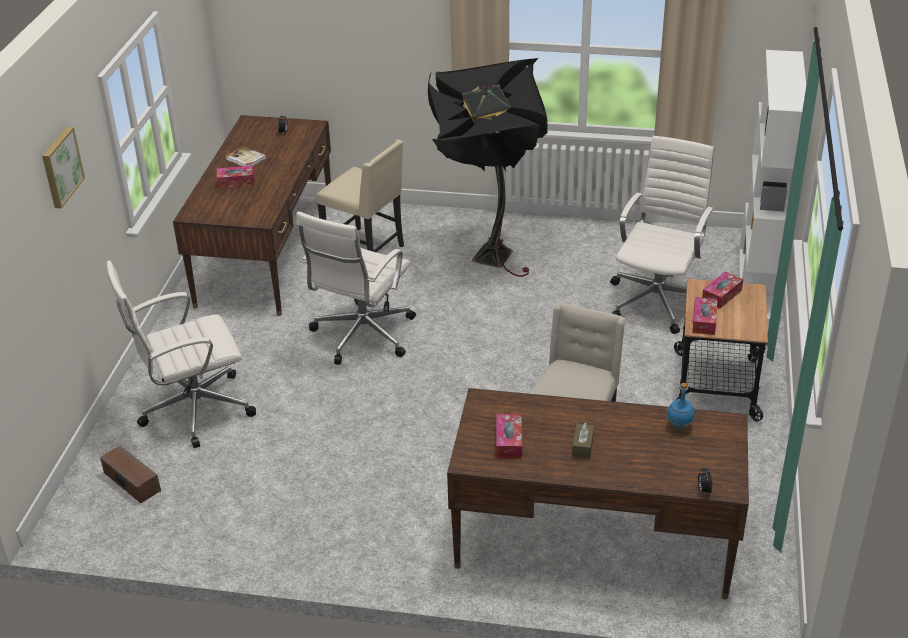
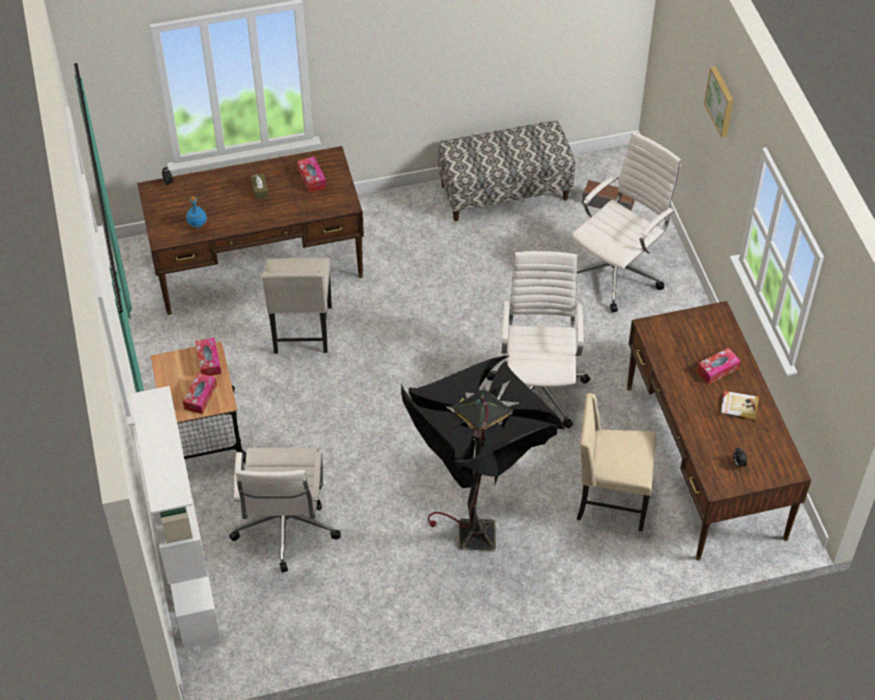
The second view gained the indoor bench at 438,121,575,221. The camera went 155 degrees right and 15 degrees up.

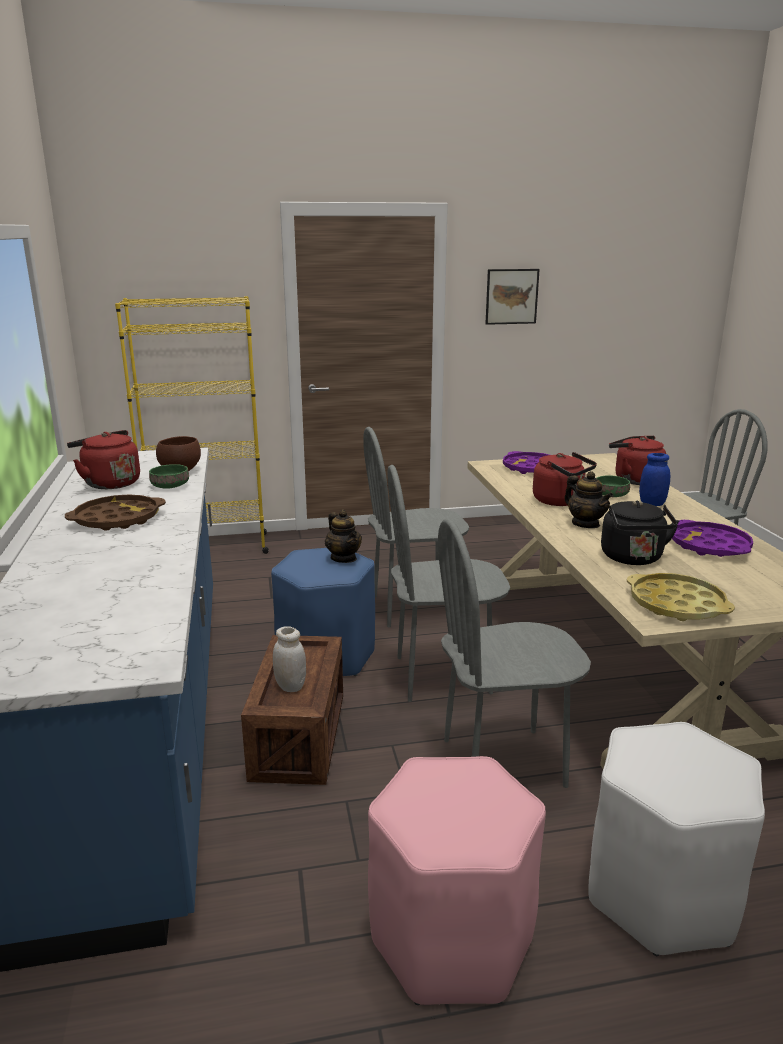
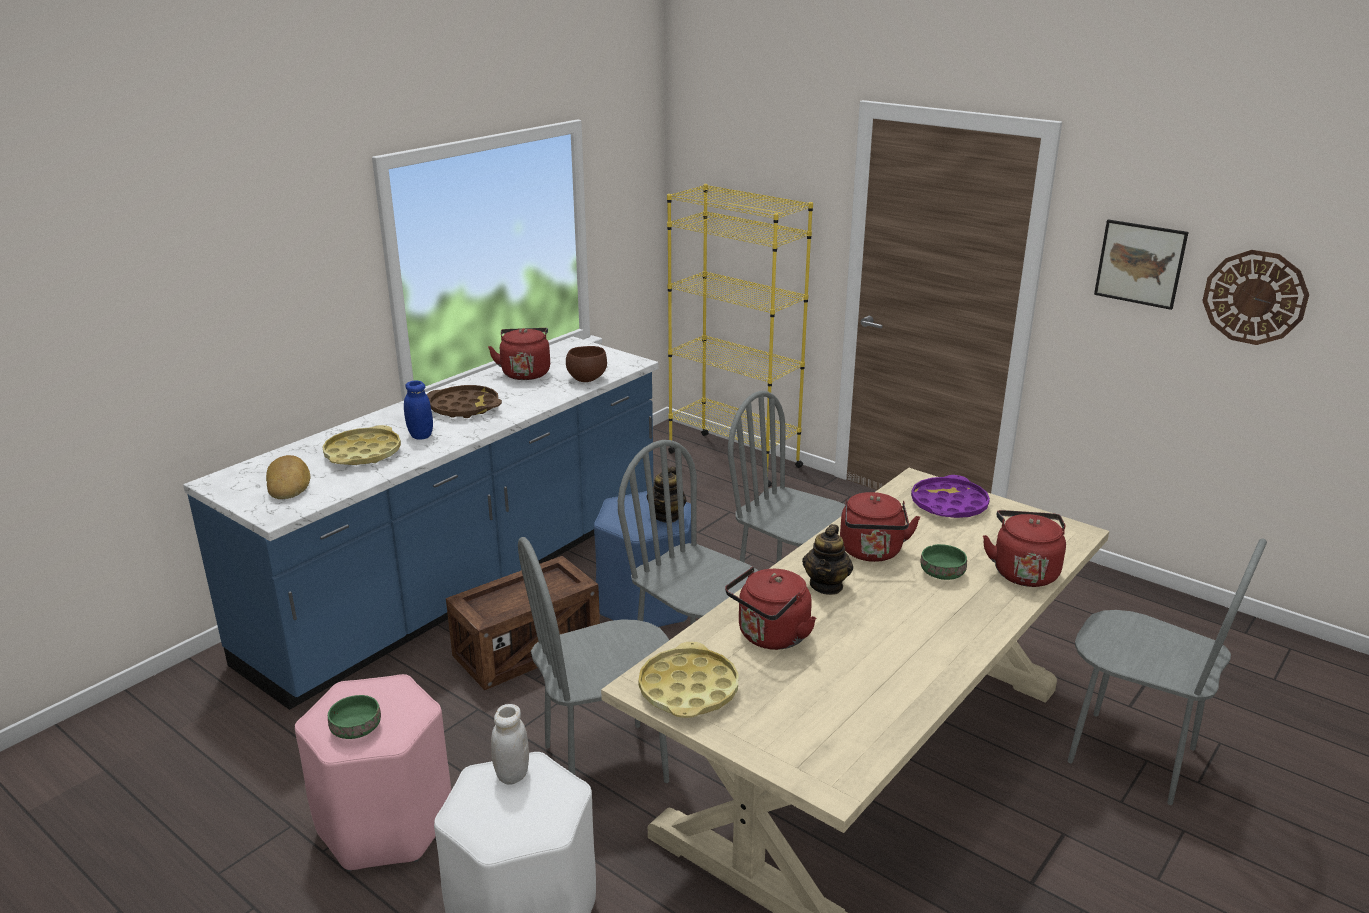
The jar (bluish) ended up elsewhere, having gone from 639,453,670,506 to 404,380,433,440. The serving bowl (greenish) ended up elsewhere, having gone from 149,464,189,488 to 328,695,381,739. What was the kettle (black) at 601,501,679,565 turned into the kettle (red-coloured) at 725,567,816,650. The chair (grey) at 438,519,591,788 ended up facing another way, 60 degrees counterclockwise from before. The second view lost the tray (purplish) at 672,520,753,557. The jar (whitish) ended up elsewhere, having gone from 273,626,306,692 to 491,704,529,784. The second view gained the clock on the wall at 1202,250,1309,345. The second view gained the tray (yellow) at 322,425,401,465. The second view gained the baked bread at 266,455,311,499. The camera went 50 degrees right and 5 degrees up.

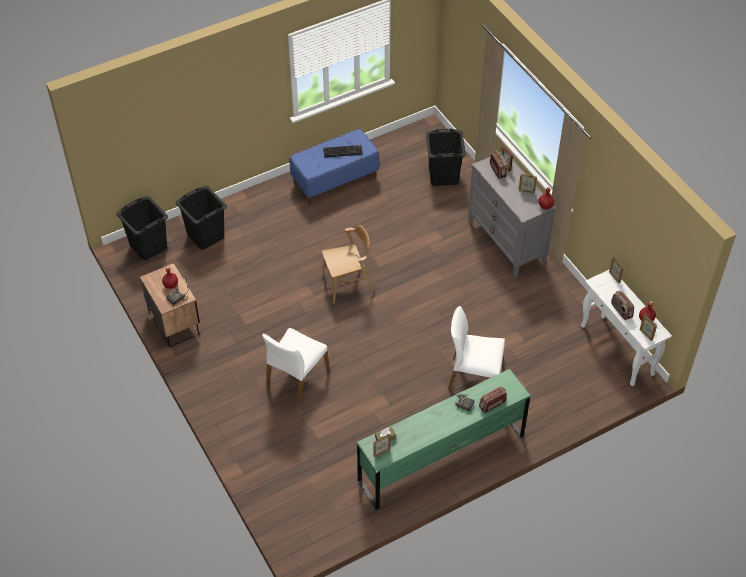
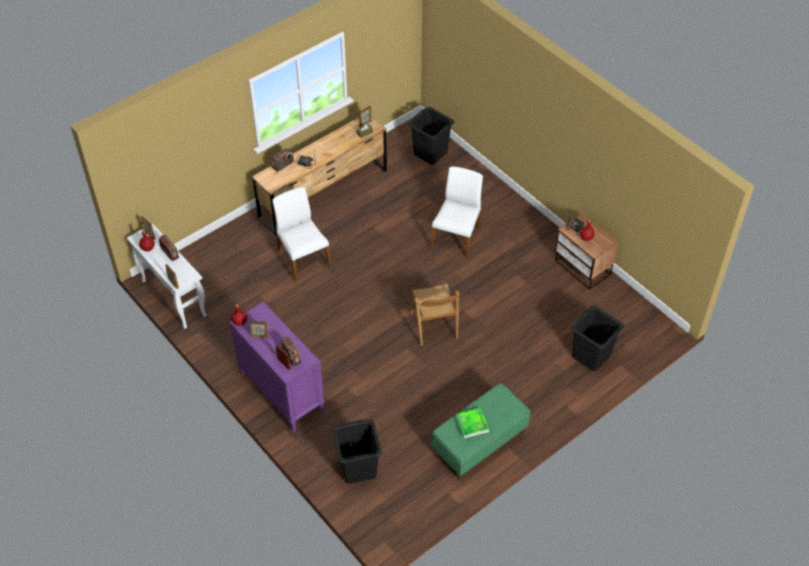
What was the indoor bench (bluish) at 289,129,379,204 turned into the indoor bench (greenish) at 431,383,530,480. Where the computer keyboard stood at 323,145,363,158, the tray came to stand at 456,408,489,438. What was the dresser (grey) at 468,157,556,278 turned into the dresser (purplish) at 229,301,325,433. The laundry basket (black) ended up elsewhere, having gone from 116,196,168,260 to 408,107,455,165. The chair (brownish) at 322,225,374,303 ended up facing another way, 75 degrees counterclockwise from before. The chair (whitish) at 448,306,505,390 ended up facing another way, 120 degrees counterclockwise from before. What was the dresser (greenish) at 357,369,531,510 turned into the dresser (brownish) at 252,116,387,235. The camera went 170 degrees right and 0 degrees up.

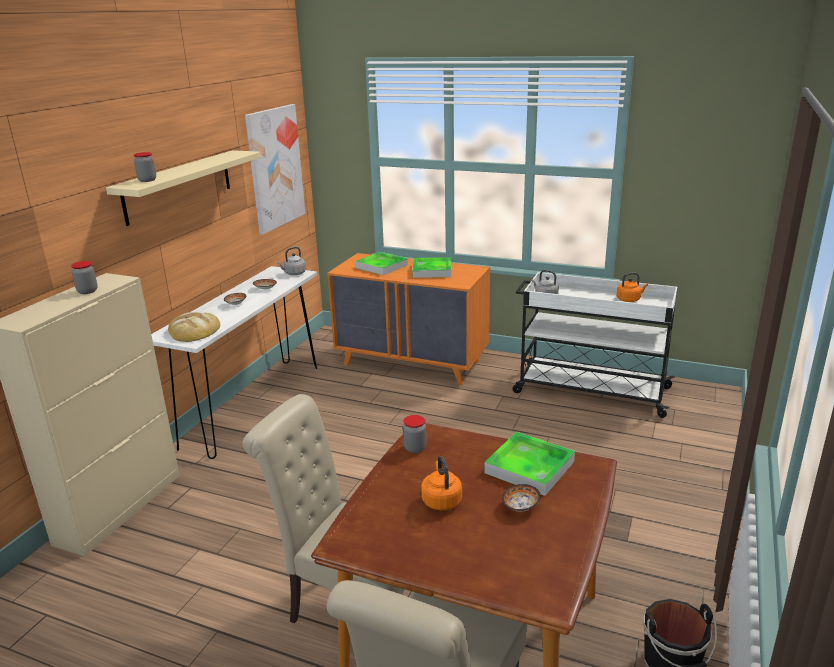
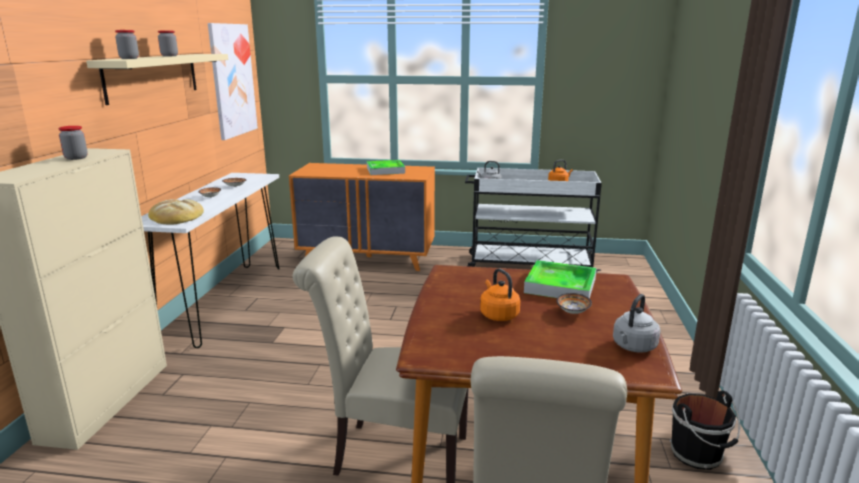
The kettle (grey) ended up elsewhere, having gone from 277,247,306,275 to 613,294,660,353. The second view lost the tray at 355,252,408,275. The jar ended up elsewhere, having gone from 403,415,427,453 to 158,30,178,56. The camera went 15 degrees left and 5 degrees down.

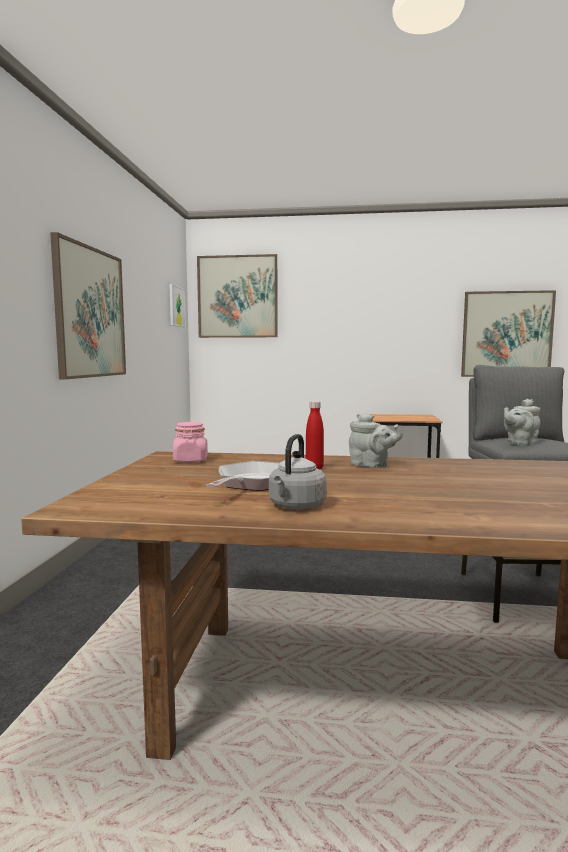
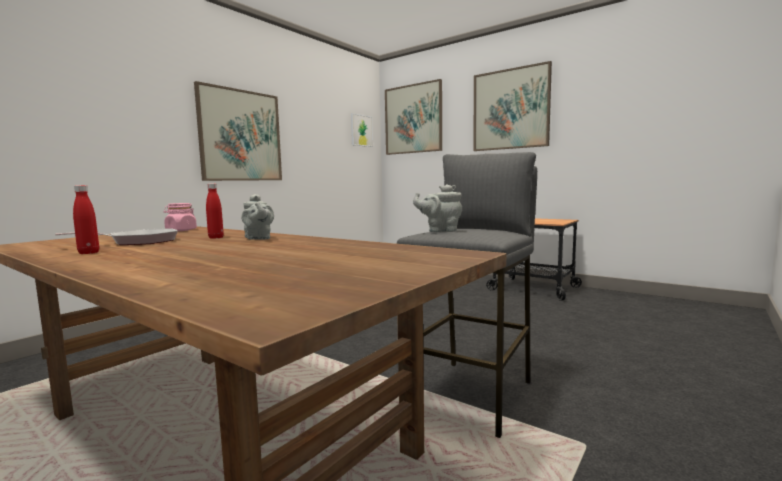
The wall picture ended up elsewhere, having gone from 461,290,556,377 to 473,61,552,151. Where the kettle (grey) stood at 269,434,327,509, the bottle (red-coloured) came to stand at 73,185,99,254. The camera went 30 degrees right and 0 degrees up.

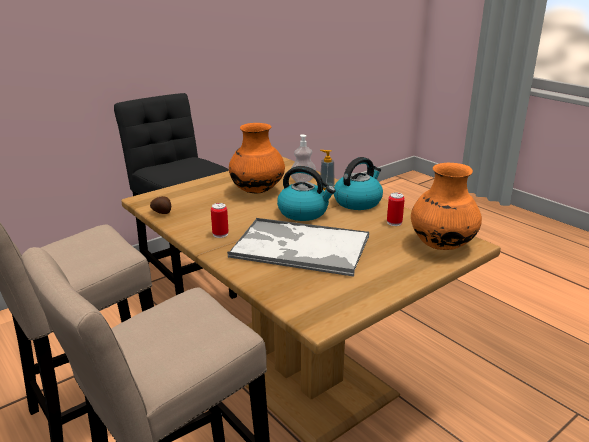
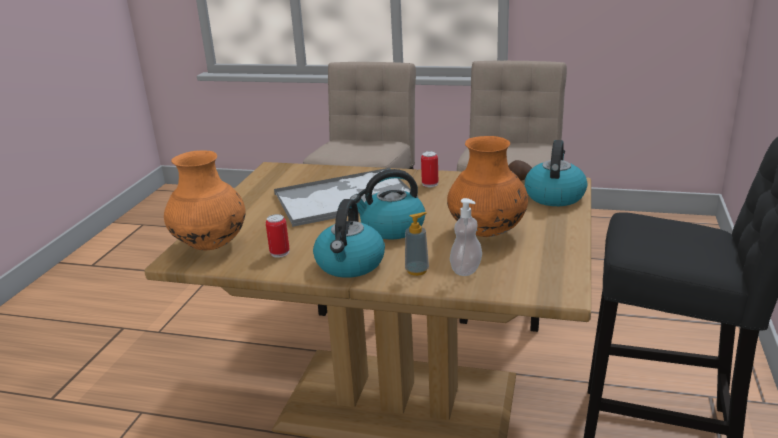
The second view gained the kettle at 525,140,587,206. The camera went 145 degrees right and 0 degrees up.

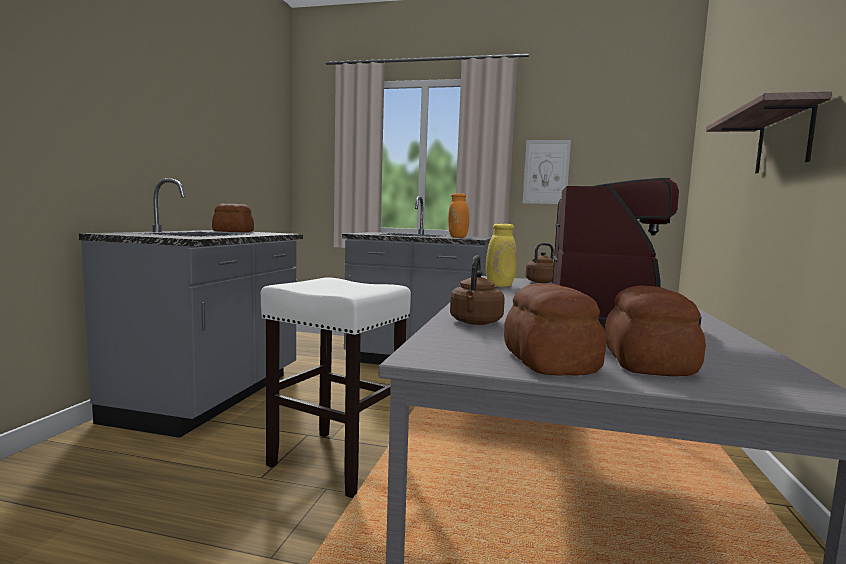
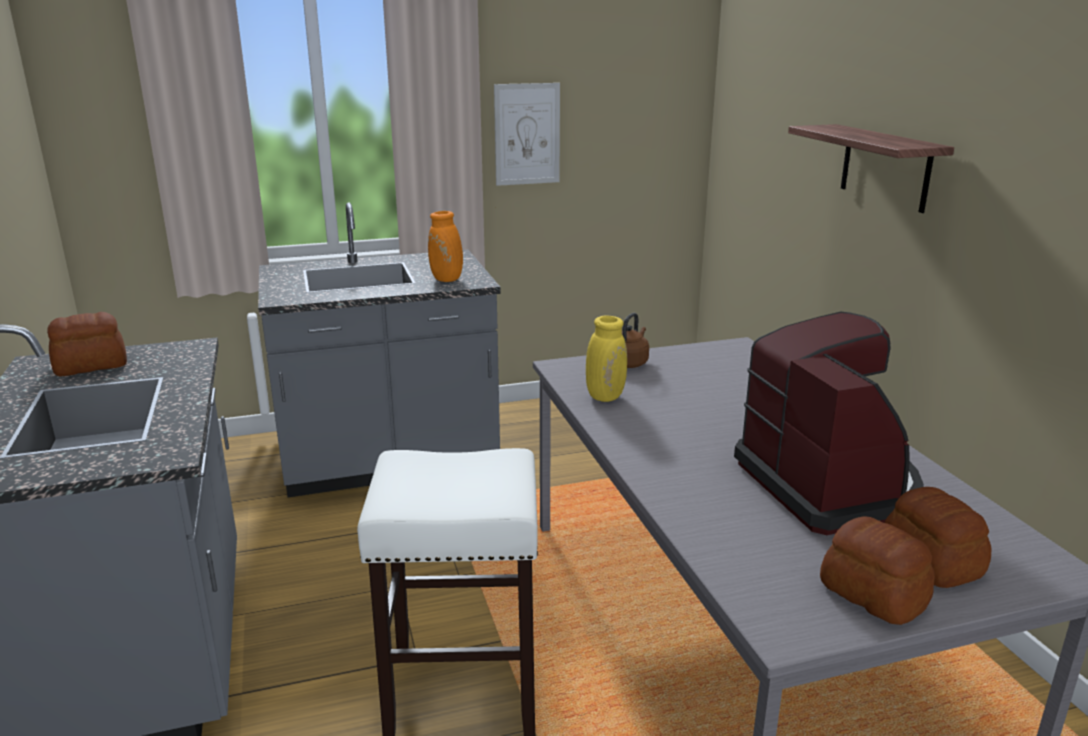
The second view lost the kettle (brownish) at 450,255,505,325. The camera went 30 degrees left and 15 degrees up.

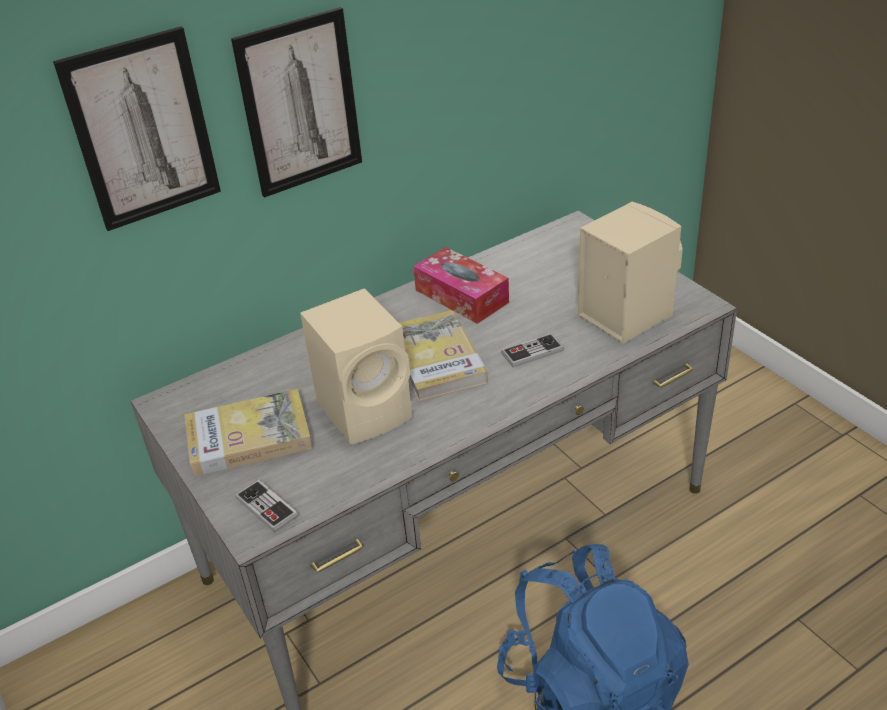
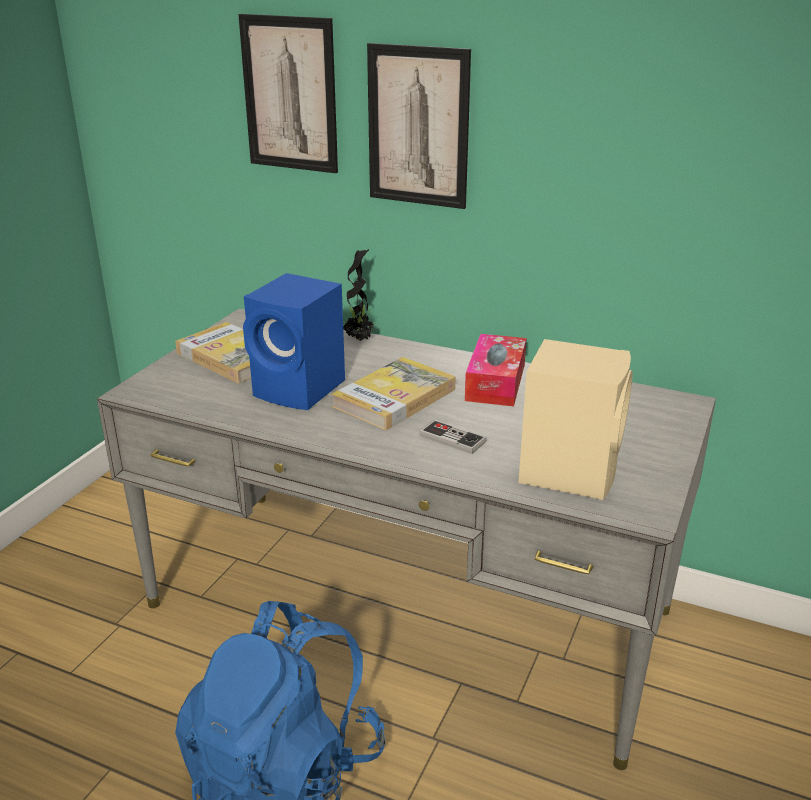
What was the loudspeaker (beige-coloured) at 300,288,412,445 turned into the loudspeaker (bluish) at 243,273,345,410. The second view lost the gamepad at 235,479,298,532. The second view gained the potted plant at 343,249,375,341. The camera went 55 degrees right and 10 degrees down.

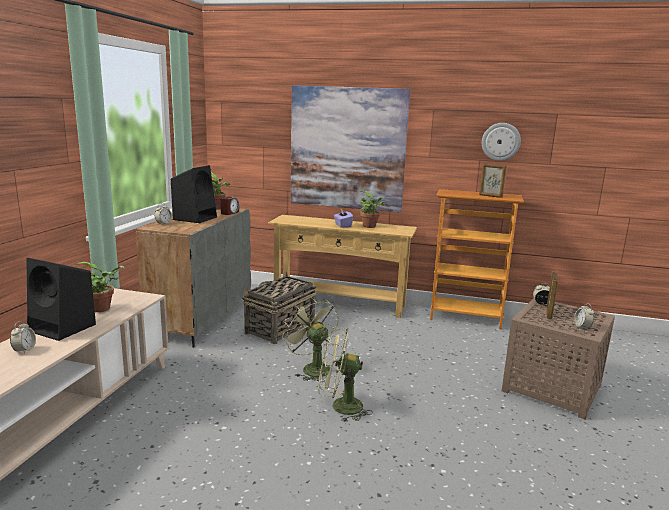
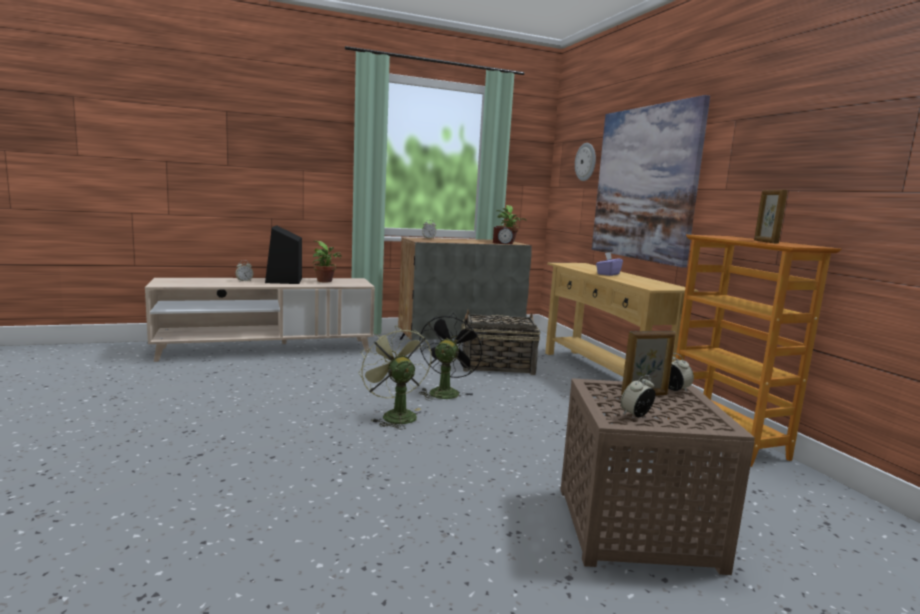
The clock on the wall ended up elsewhere, having gone from 482,123,521,161 to 575,143,596,181. The second view lost the loudspeaker (black) at 171,165,217,223. The second view lost the potted plant at 359,191,386,228. What was the electric fan (greenish) at 282,297,339,382 turned into the electric fan (black) at 419,313,484,401. The camera went 55 degrees right and 5 degrees down.

